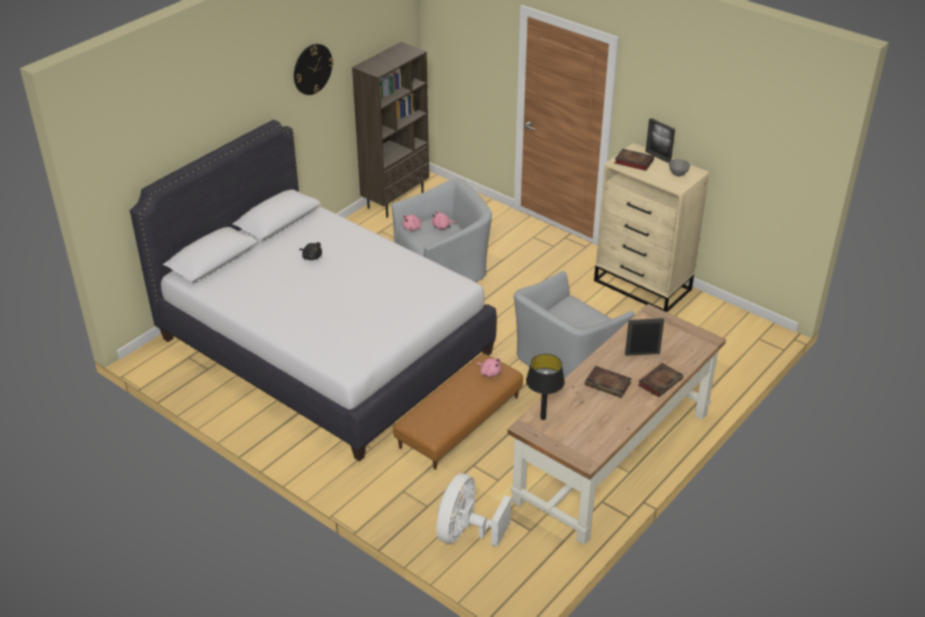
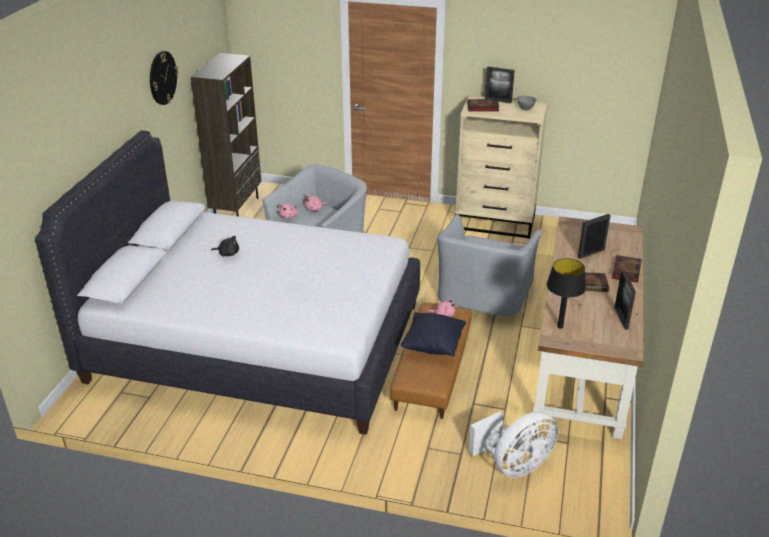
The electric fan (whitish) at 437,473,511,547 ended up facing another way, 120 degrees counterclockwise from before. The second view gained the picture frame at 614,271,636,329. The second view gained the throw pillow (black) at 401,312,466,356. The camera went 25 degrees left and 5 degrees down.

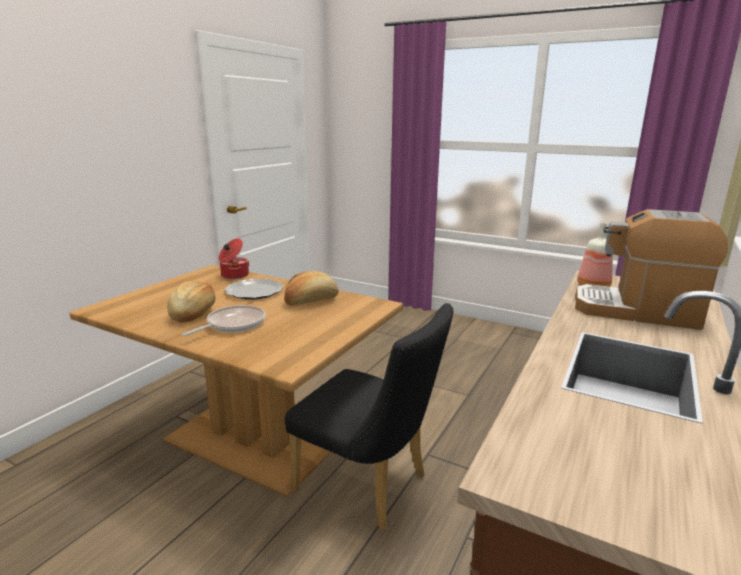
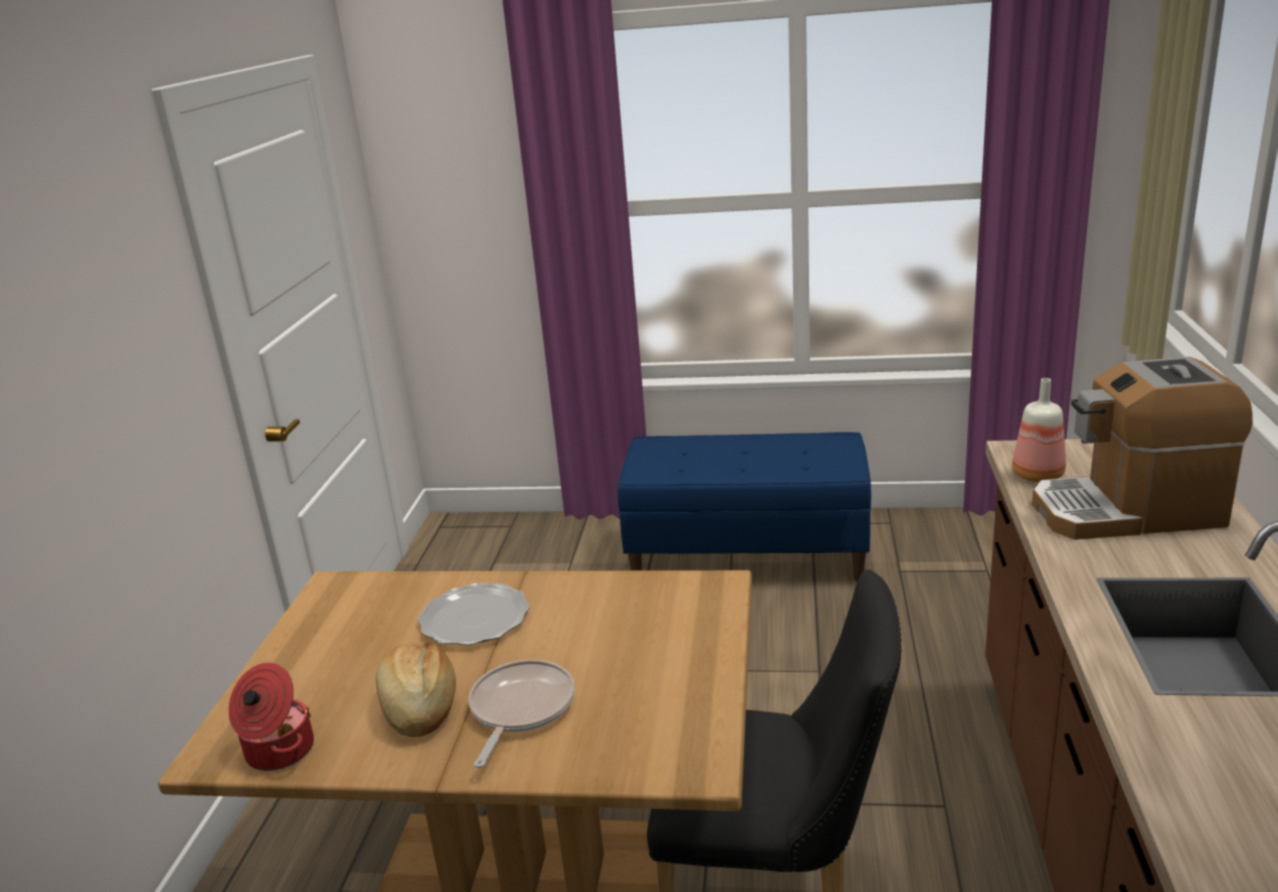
The saucepot ended up elsewhere, having gone from 219,238,249,279 to 228,663,314,771. The second view lost the baked bread at 284,271,339,306. The second view gained the indoor bench (bluish) at 618,432,871,581. The camera went 20 degrees left and 5 degrees up.

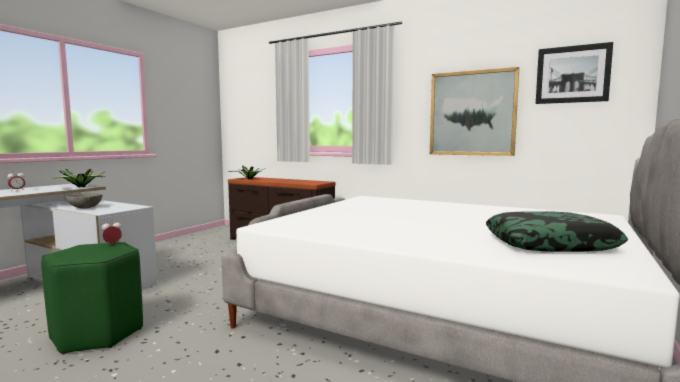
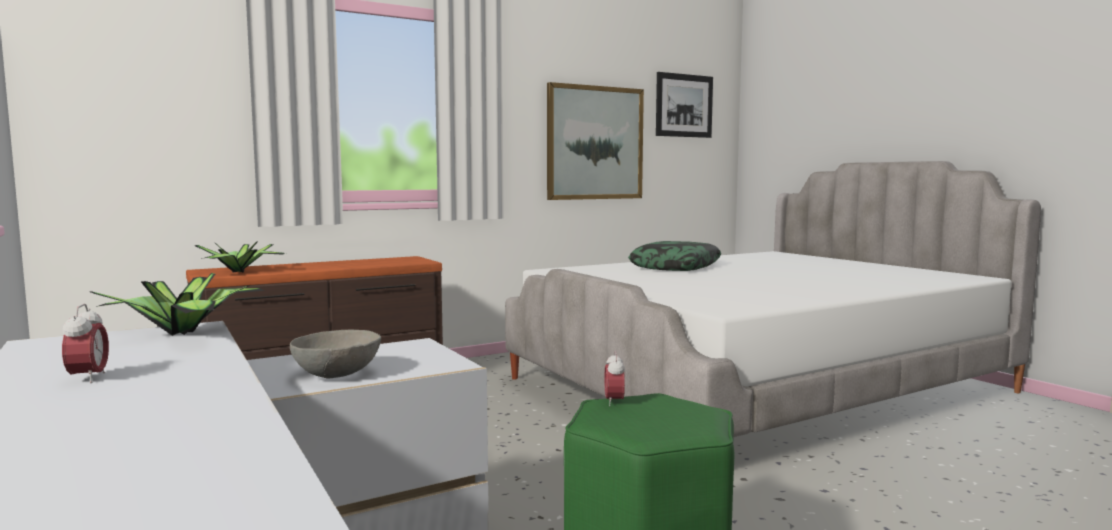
The throw pillow ended up elsewhere, having gone from 486,211,628,252 to 628,241,721,271. The camera went 60 degrees left and 0 degrees up.

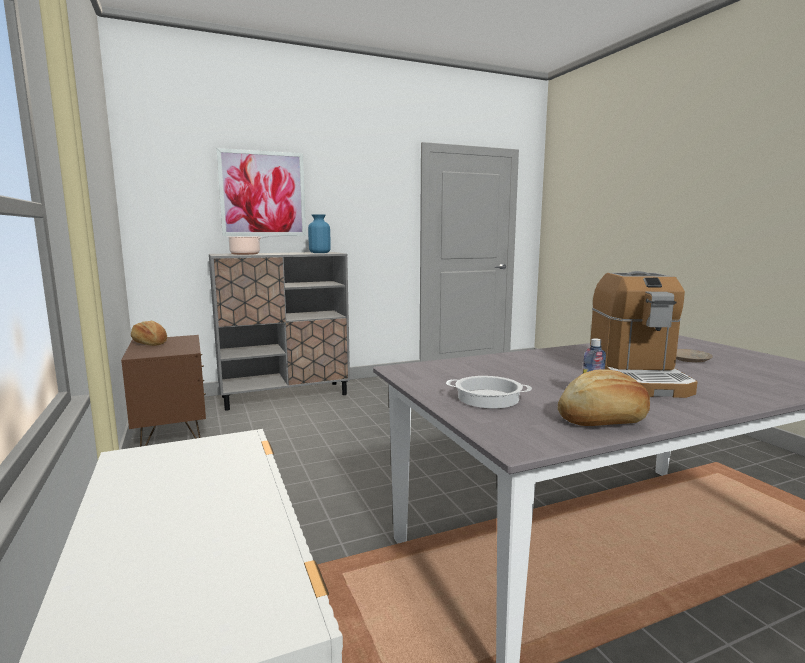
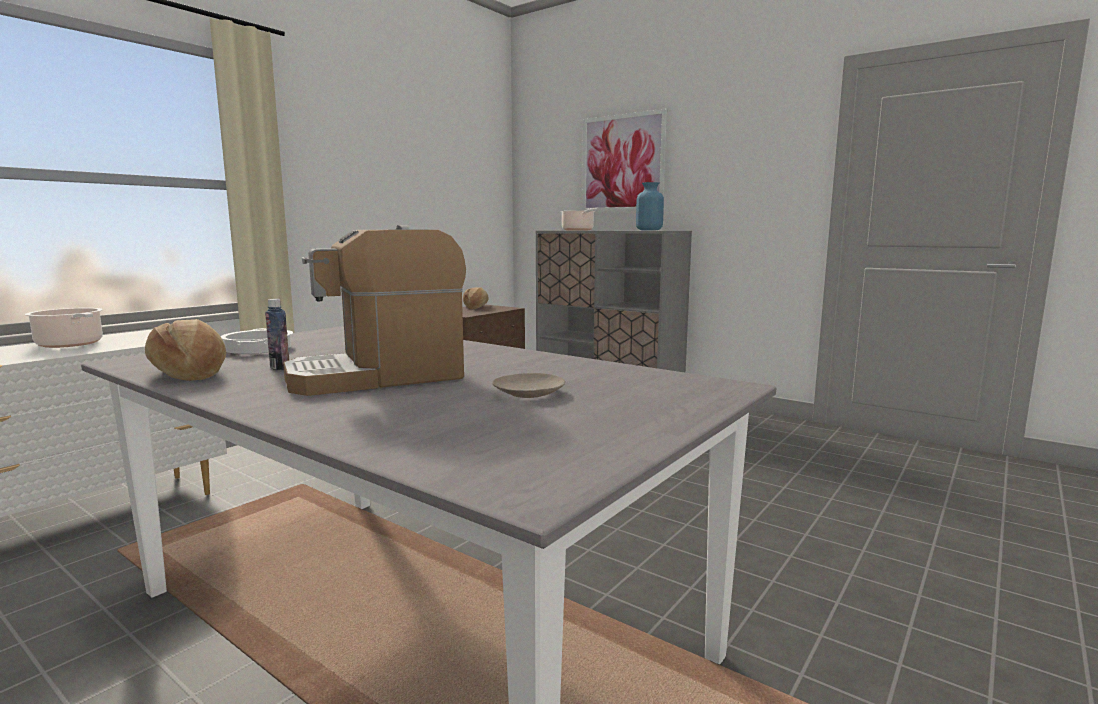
The second view gained the saucepot at 25,308,103,348. The camera went 60 degrees right and 0 degrees up.

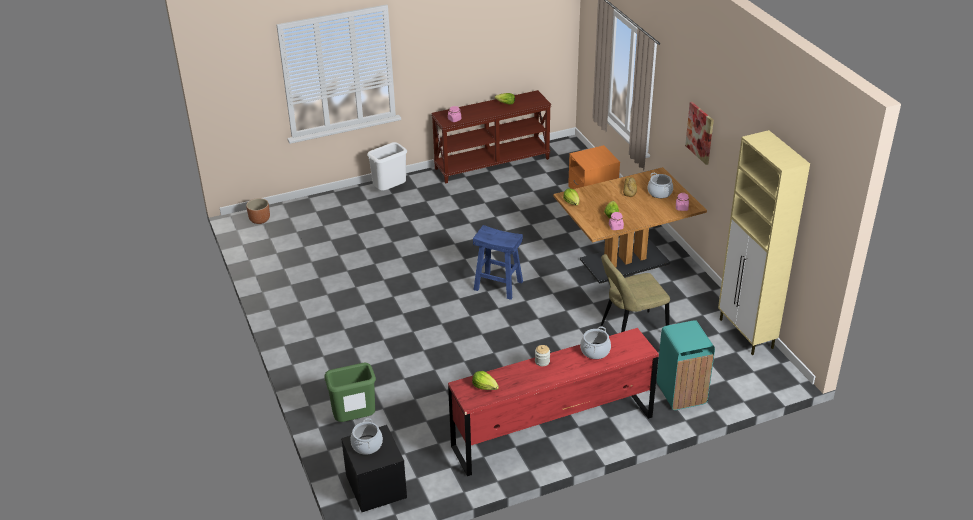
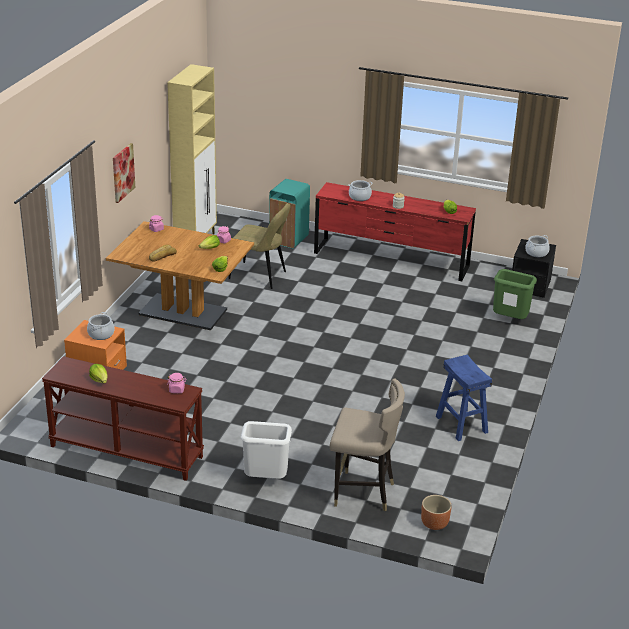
The saucepot ended up elsewhere, having gone from 648,173,673,198 to 87,312,114,340. The stool (bluish) ended up elsewhere, having gone from 473,225,523,300 to 436,354,492,441. The second view gained the stool (beige-coloured) at 330,378,405,512. The camera went 140 degrees left and 5 degrees down.

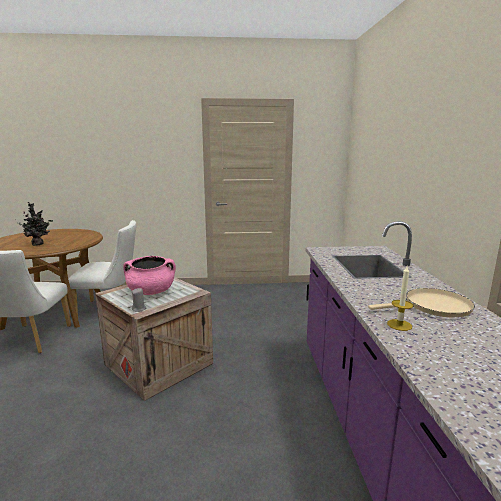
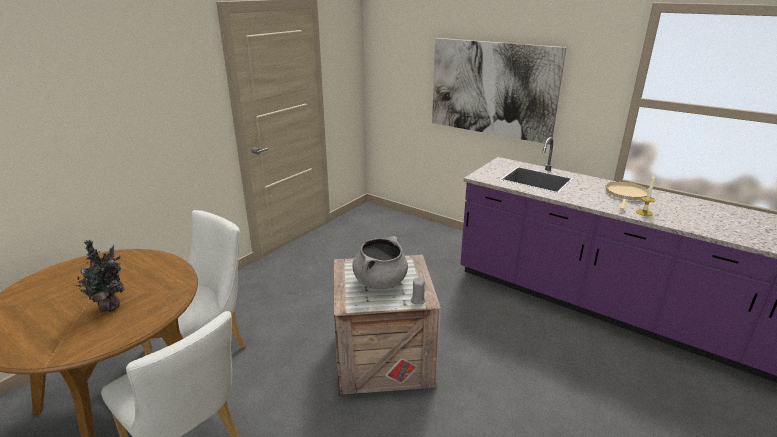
What was the saucepot (pink) at 123,256,176,295 turned into the saucepot (grey) at 352,236,408,289. The second view gained the wall picture at 432,38,567,144. The camera went 50 degrees left and 10 degrees up.

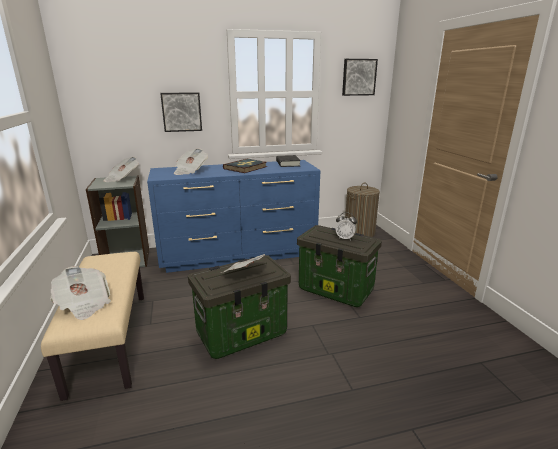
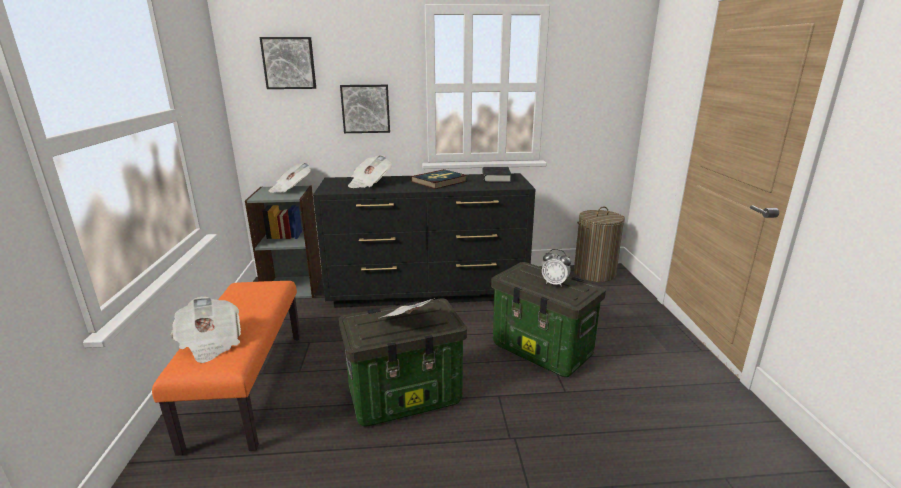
The wall picture ended up elsewhere, having gone from 342,59,378,96 to 259,37,316,89. What was the dresser (bluish) at 147,160,321,273 turned into the dresser (black) at 313,173,536,308. What was the indoor bench (beige-coloured) at 41,252,144,401 turned into the indoor bench (orange-coloured) at 152,281,300,456. The camera went 10 degrees right and 0 degrees up.

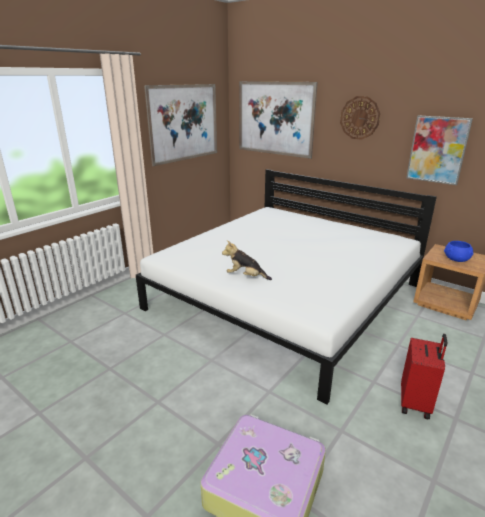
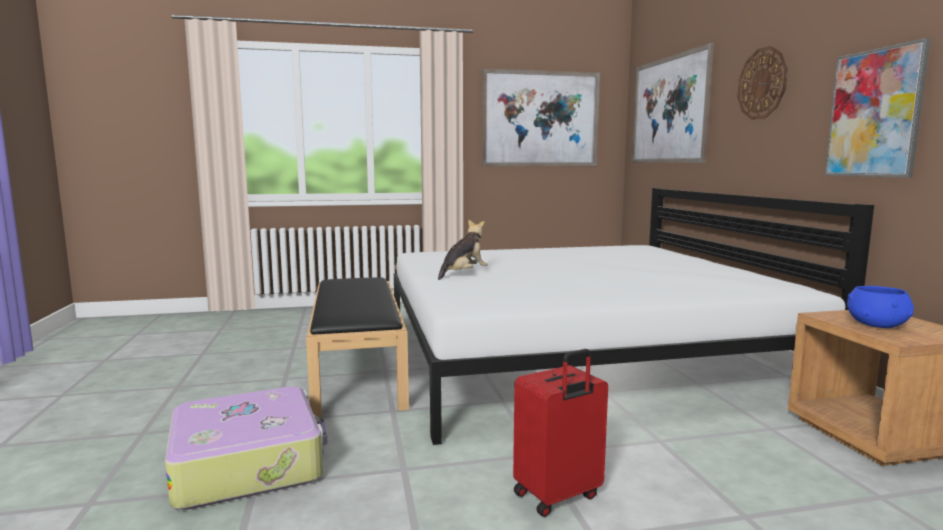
The cuddly toy at 222,241,272,280 ended up facing another way, 75 degrees clockwise from before. The second view gained the indoor bench (black) at 306,277,409,418. The camera went 40 degrees right and 15 degrees down.

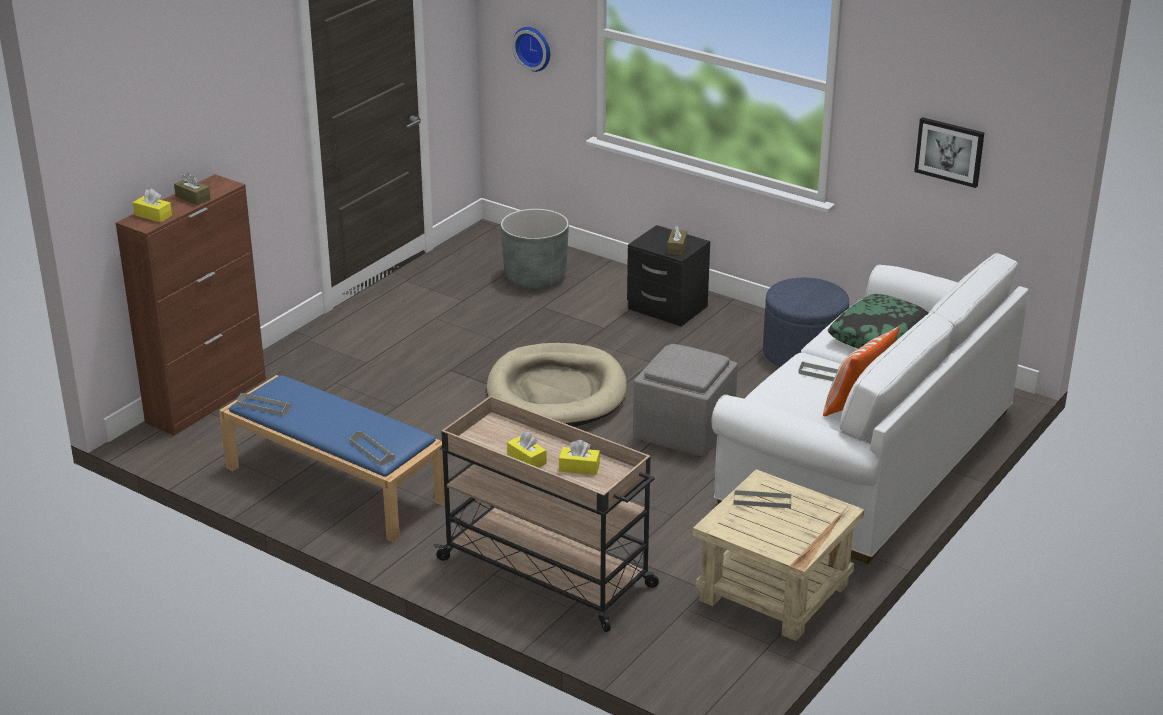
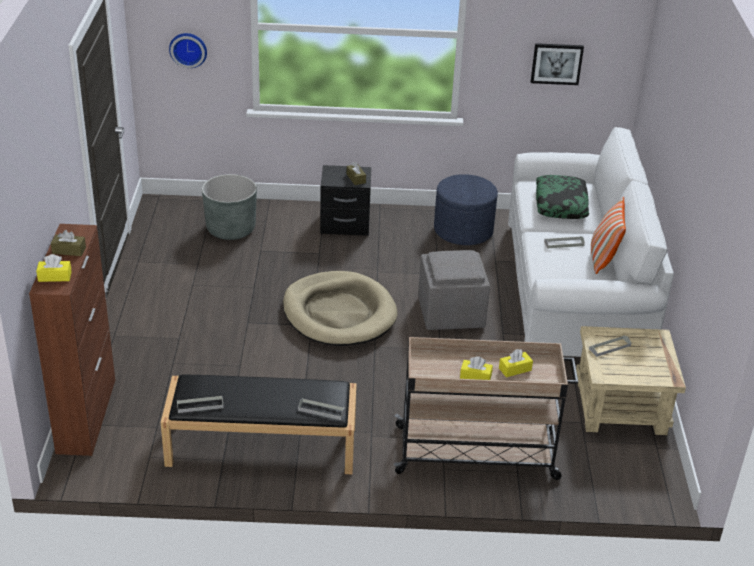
What was the indoor bench (bluish) at 219,375,445,543 turned into the indoor bench (black) at 161,375,357,474. The camera went 35 degrees left and 5 degrees up.

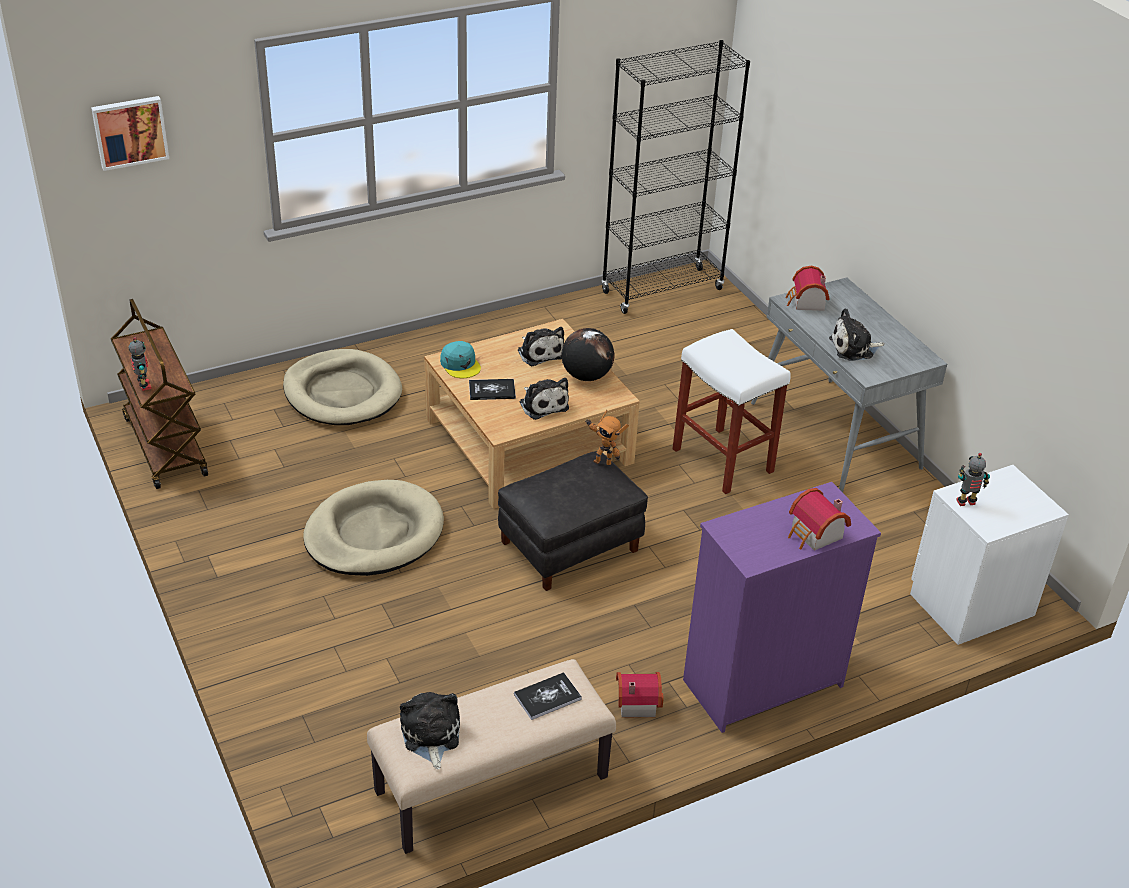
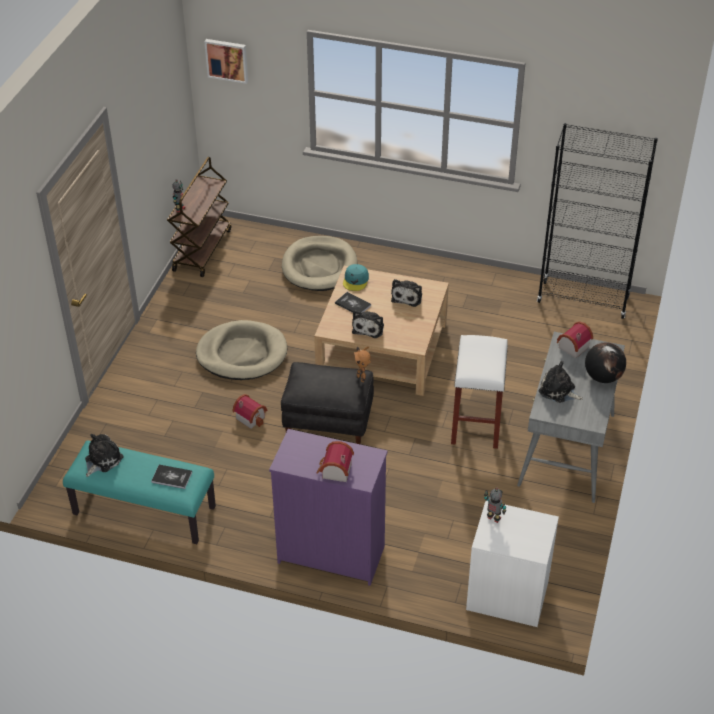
The globe ended up elsewhere, having gone from 561,328,614,381 to 585,342,626,383. What was the indoor bench (beige-coloured) at 367,659,616,854 turned into the indoor bench (blue-green) at 63,440,216,544. The model house ended up elsewhere, having gone from 616,672,664,717 to 232,394,267,429. The camera went 45 degrees right and 5 degrees up.

